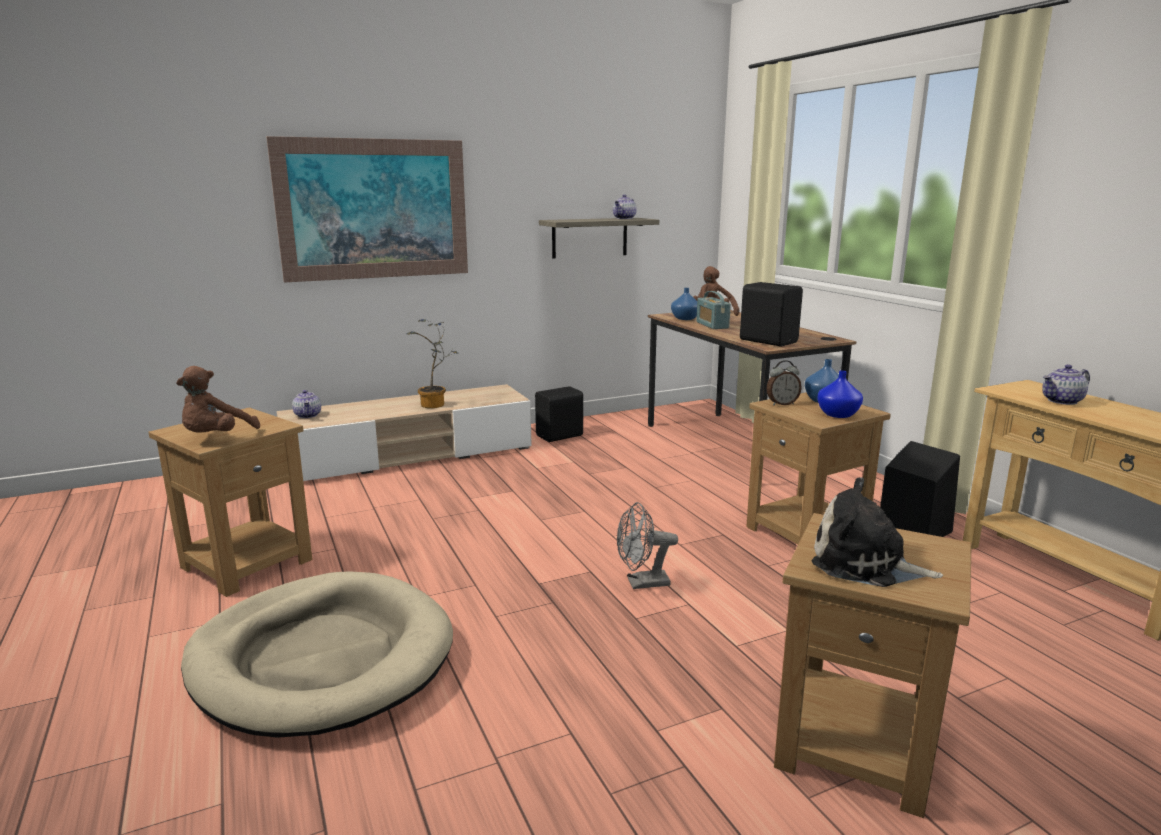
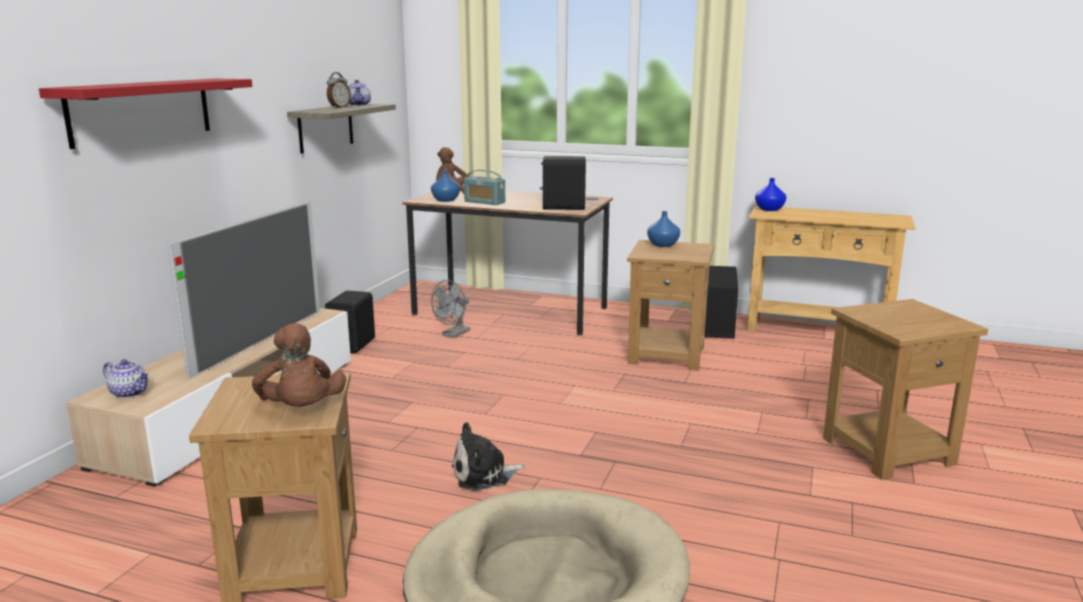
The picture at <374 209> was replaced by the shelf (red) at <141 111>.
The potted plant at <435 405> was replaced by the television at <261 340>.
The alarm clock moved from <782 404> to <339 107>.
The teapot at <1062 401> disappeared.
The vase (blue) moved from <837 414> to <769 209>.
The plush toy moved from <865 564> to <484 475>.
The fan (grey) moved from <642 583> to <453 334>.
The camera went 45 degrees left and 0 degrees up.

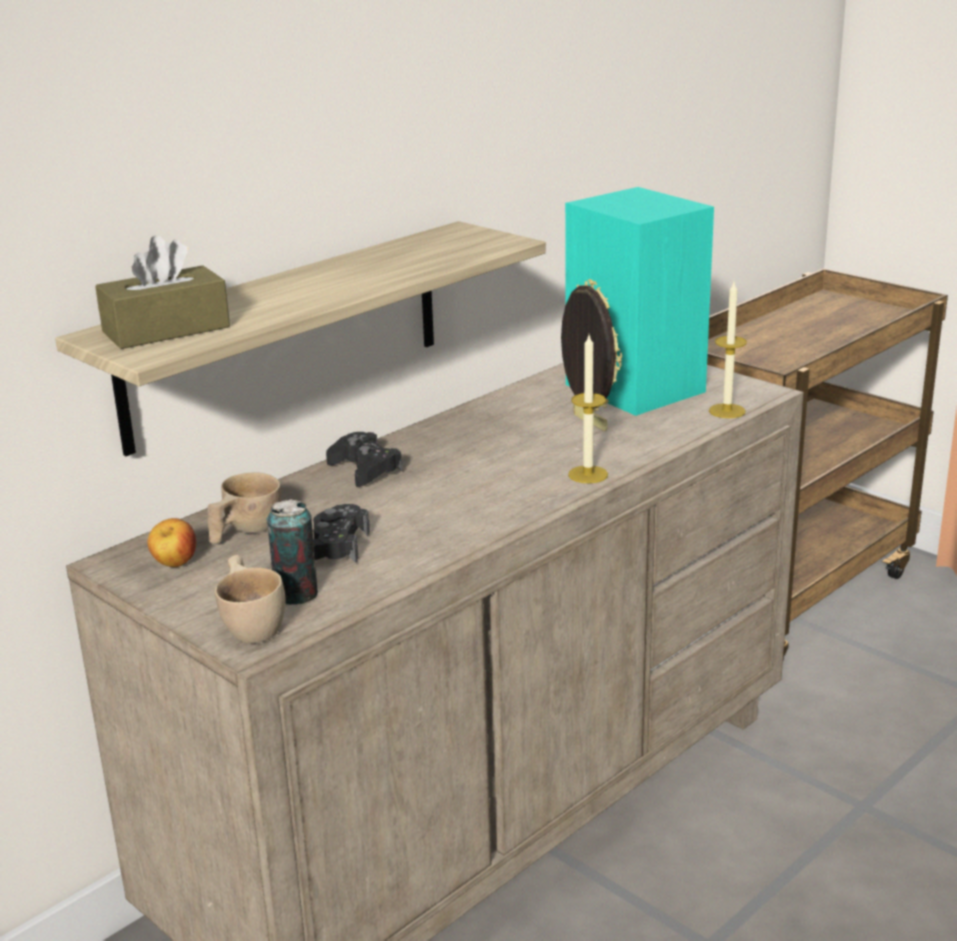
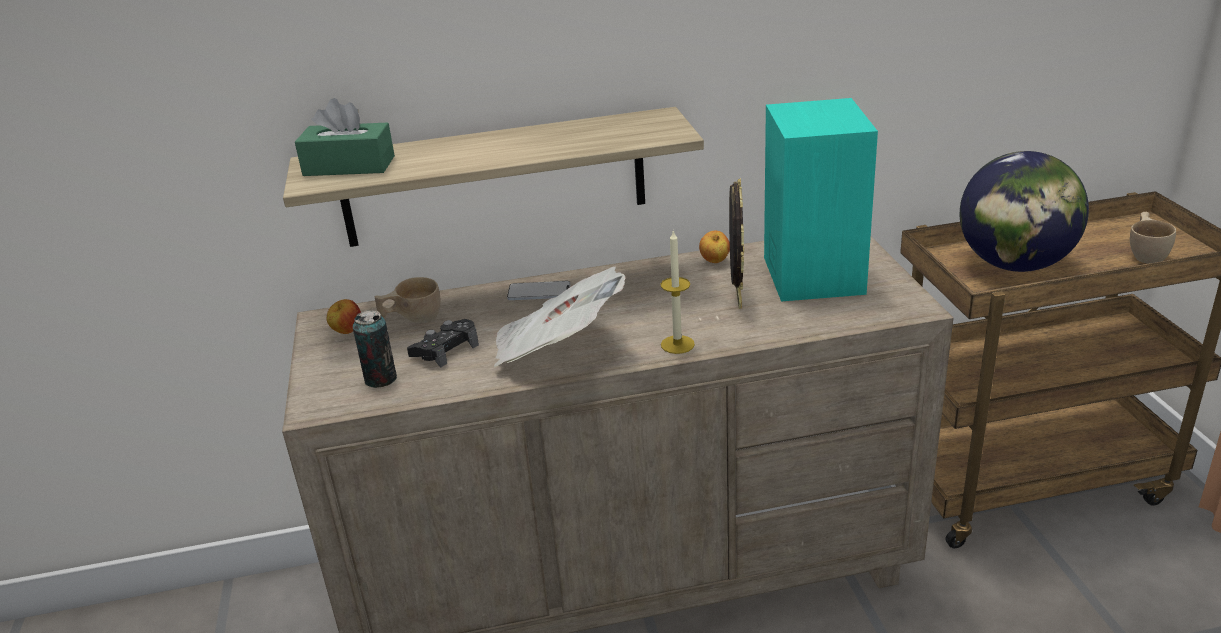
The tissue box (brown) at <166 329> became the tissue box (green) at <349 166>.
The candle at <727 411> disappeared.
The game controller (black) at <365 469> was replaced by the phone at <539 292>.
The cup (beige) moved from <253 623> to <1147 253>.
The globe at <1014 265> appeared.
The apple at <714 262> appeared.
The newspaper at <557 349> appeared.
The camera went 35 degrees right and 5 degrees up.

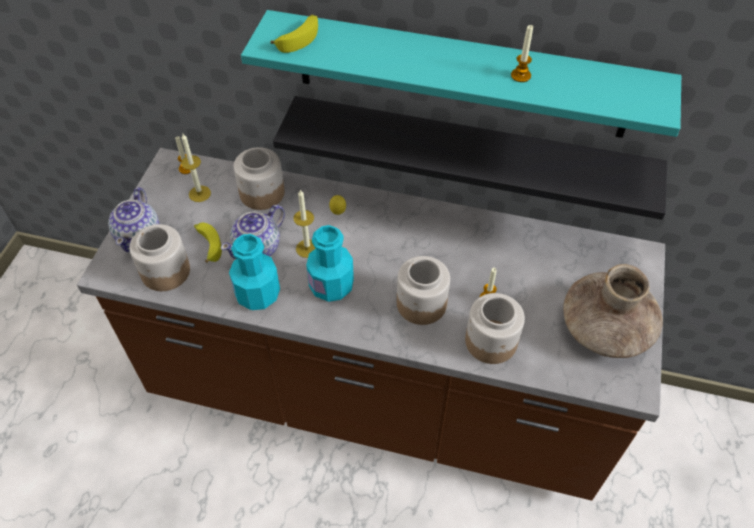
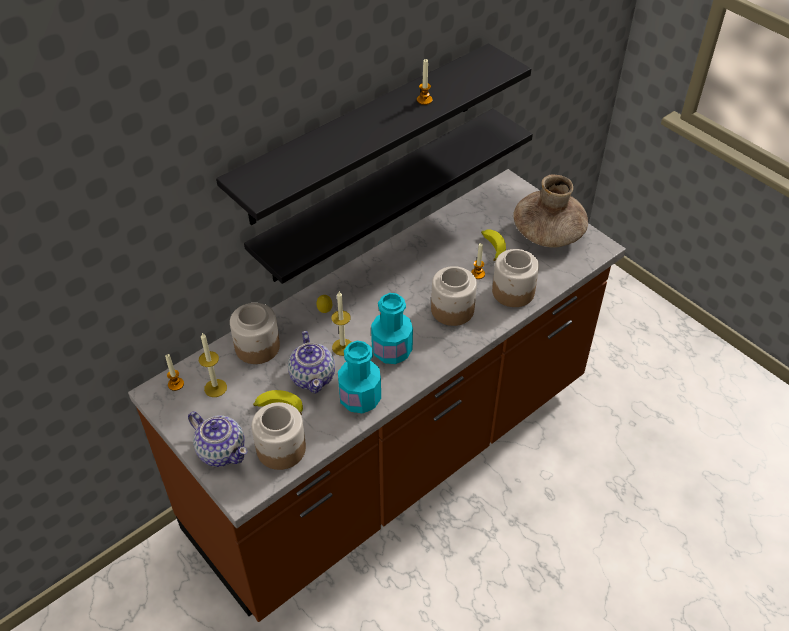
The shelf (turquoise) at <461 75> became the shelf (black) at <364 134>.
The banana moved from <299 38> to <492 248>.
The camera went 55 degrees left and 5 degrees down.

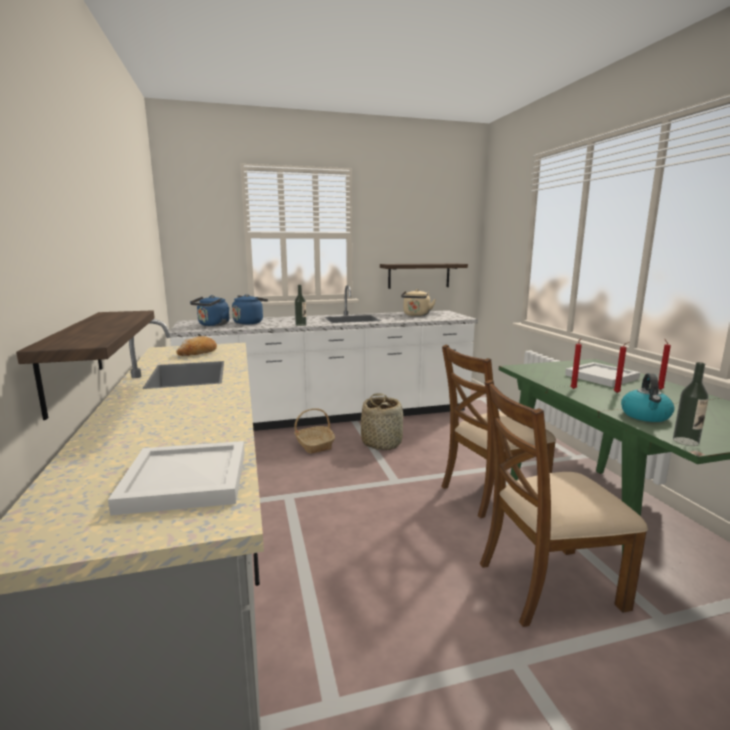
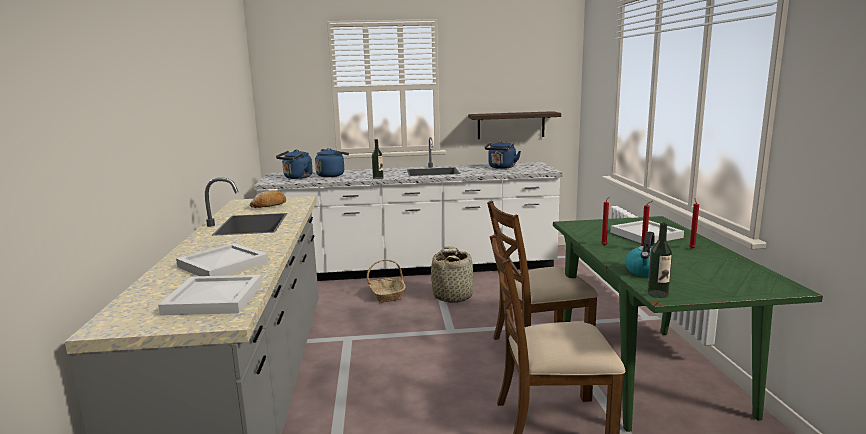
The kettle (beige) at <416 315> became the kettle (blue) at <501 167>.
The shelf at <71 359> disappeared.
The tray (white) at <221 264> appeared.
The camera went 10 degrees right and 0 degrees up.

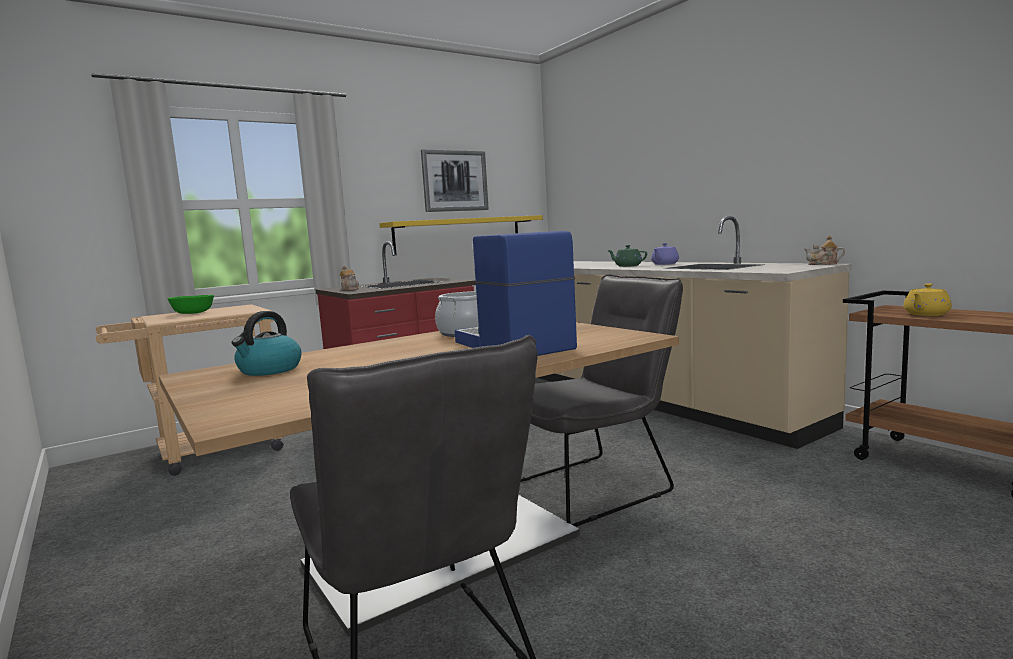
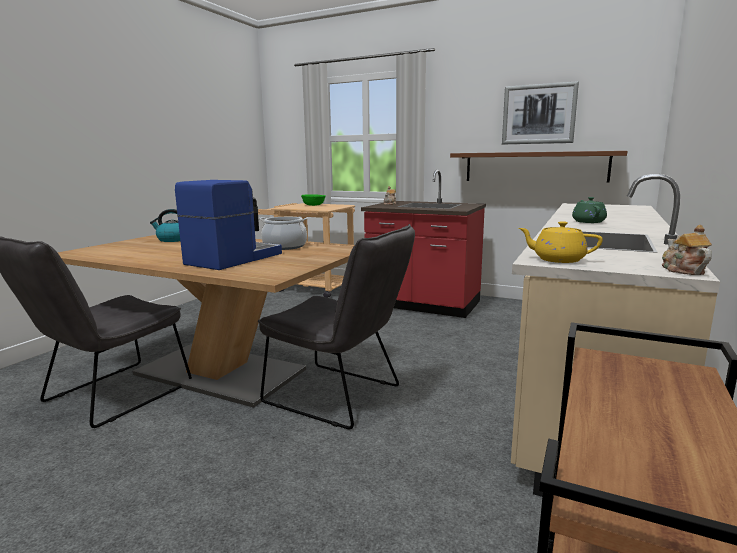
The shelf (yellow) at <458 235> became the shelf (brown) at <534 167>.
The teapot (purple) at <664 264> disappeared.
The teapot (yellow) moved from <926 314> to <557 259>.
The camera went 60 degrees right and 5 degrees up.

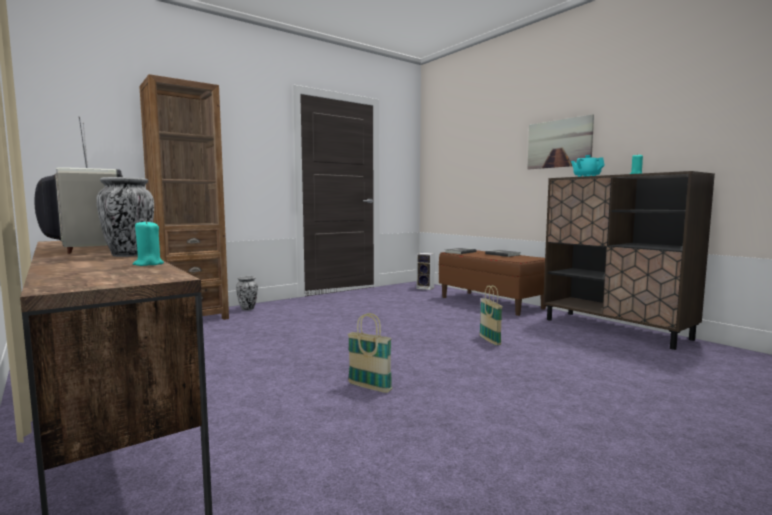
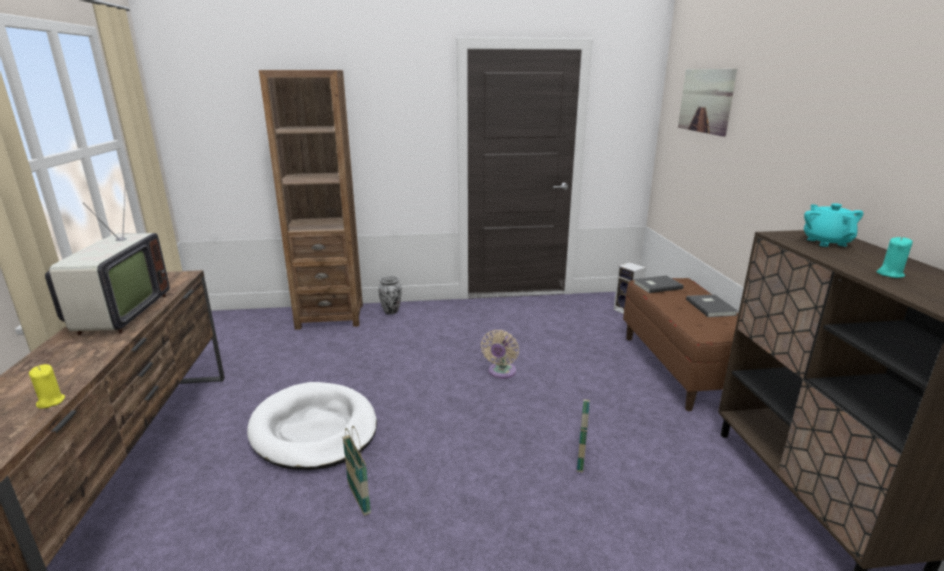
The picture moved from <559 143> to <706 100>.
The vase at <129 255> disappeared.
The candle (turquoise) at <148 264> became the candle (yellow) at <50 401>.
The fan (beige) at <501 372> appeared.
The dog bed (white) at <314 430> appeared.
The camera went 30 degrees right and 15 degrees up.

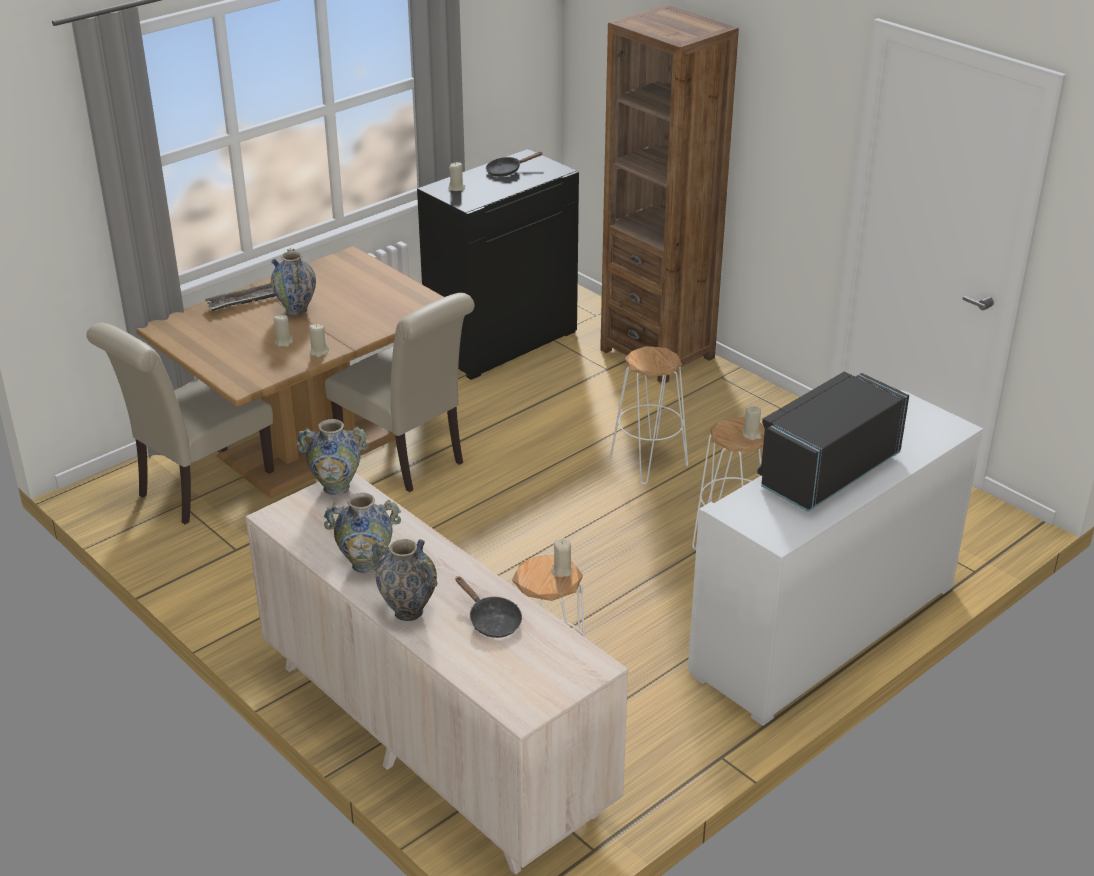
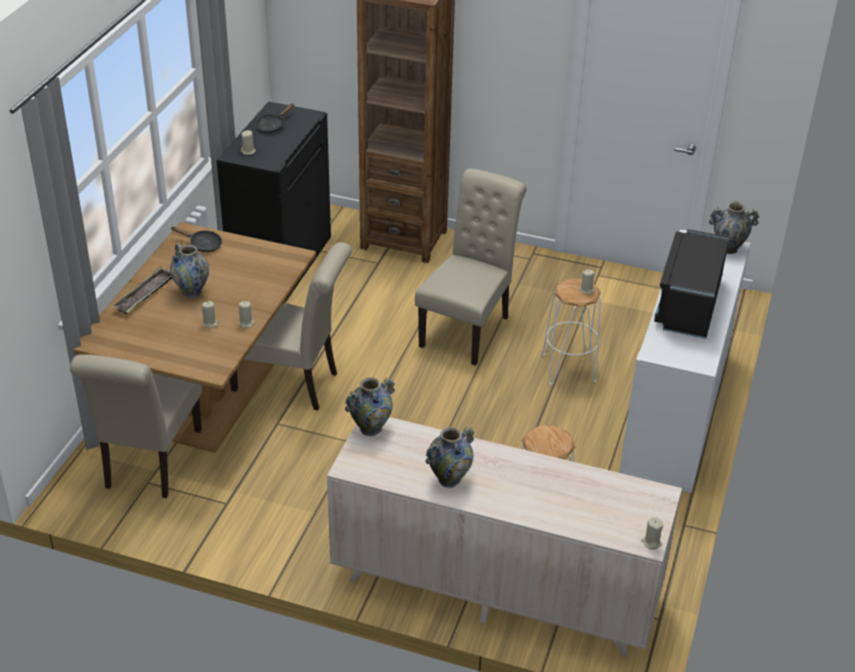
The stool (white) at <649 462> was replaced by the chair (beige) at <468 328>.
The candle (beige) moved from <561 570> to <651 542>.
The vase moved from <408 611> to <728 248>.
The frying pan (black) moved from <491 620> to <202 245>.
The camera went 30 degrees left and 5 degrees up.

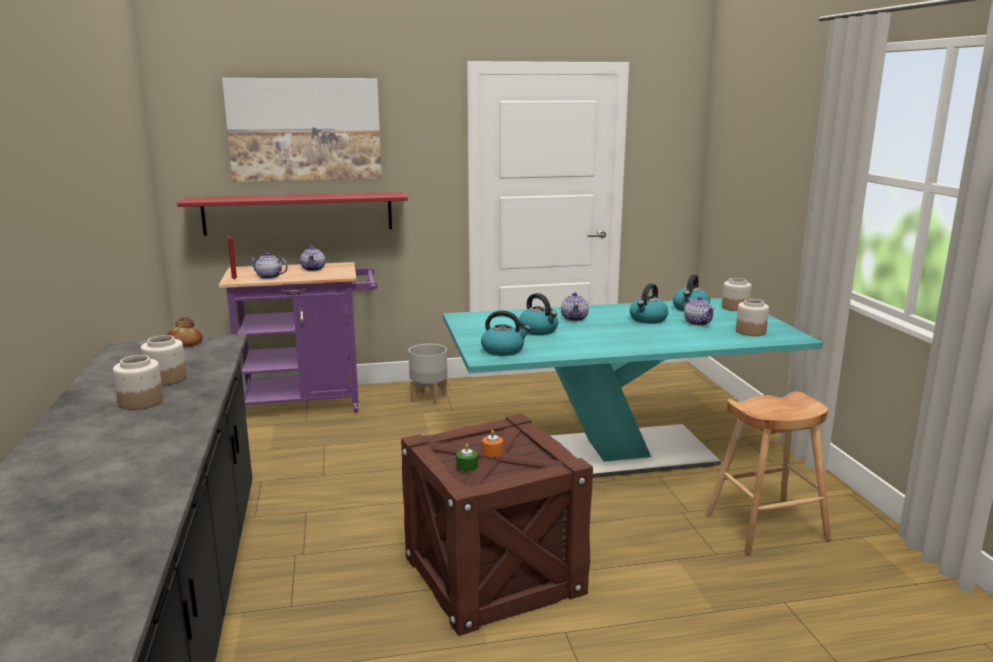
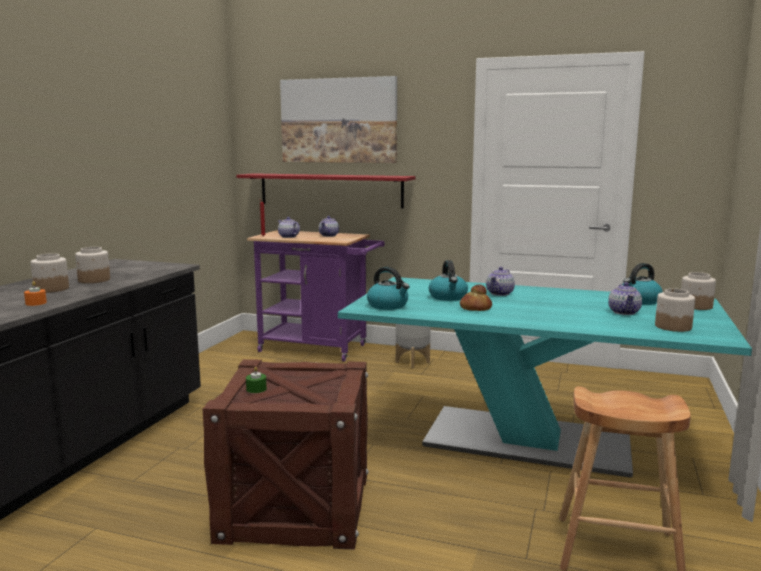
The kettle at <648 319> disappeared.
The bread moved from <183 344> to <475 308>.
The candle (orange) moved from <492 452> to <36 303>.
The camera went 30 degrees right and 5 degrees down.

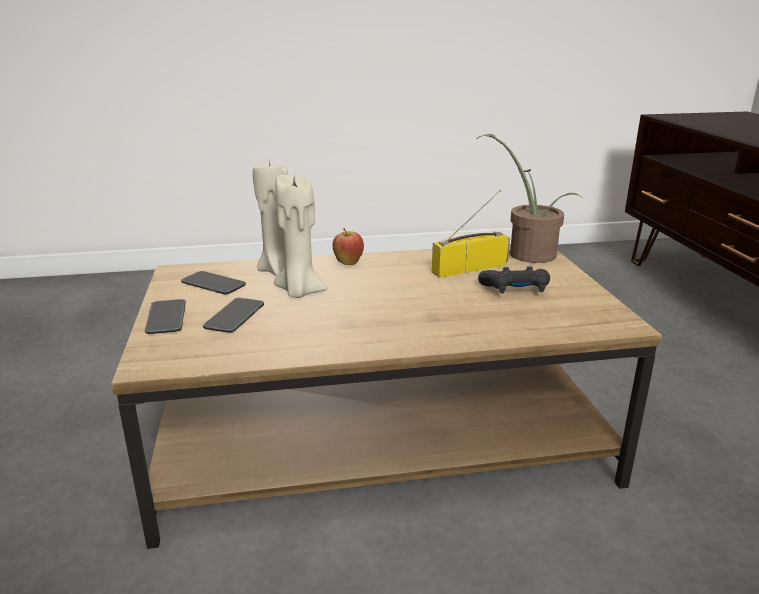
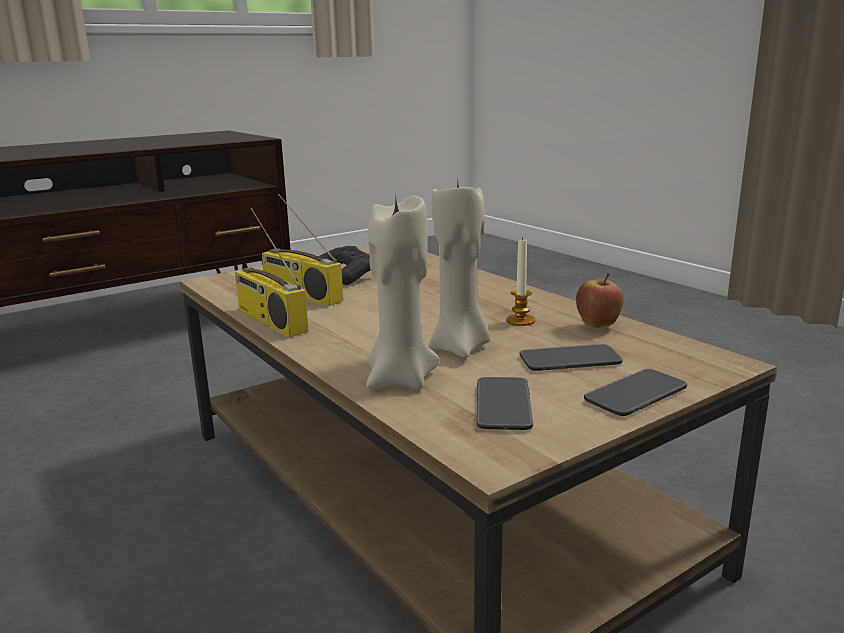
The potted plant at <526 252> disappeared.
The apple moved from <348 264> to <598 326>.
The radio at <269 320> appeared.
The candle at <520 321> appeared.
The camera went 115 degrees left and 5 degrees down.

